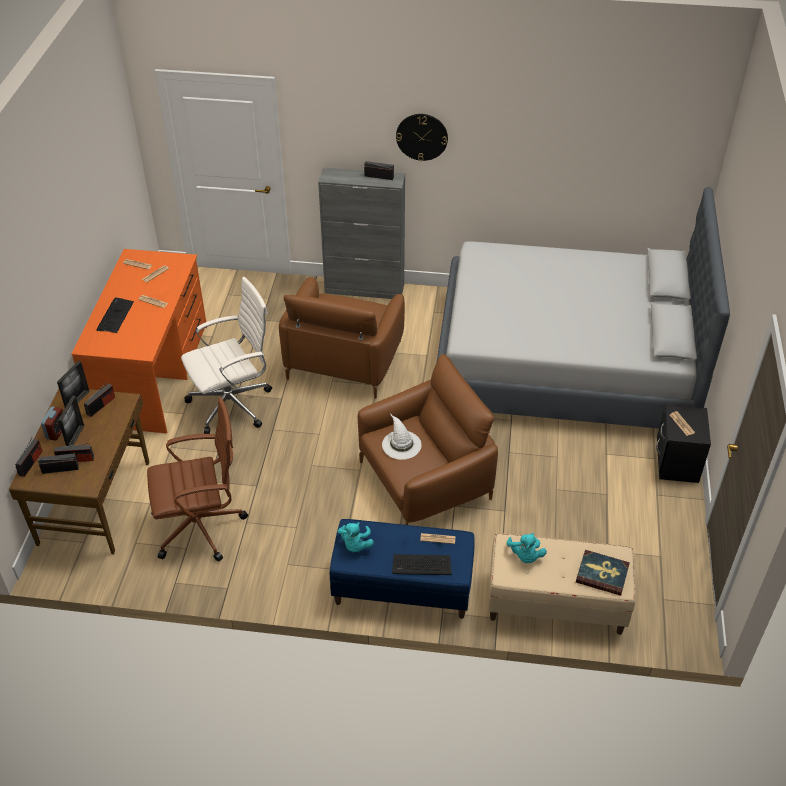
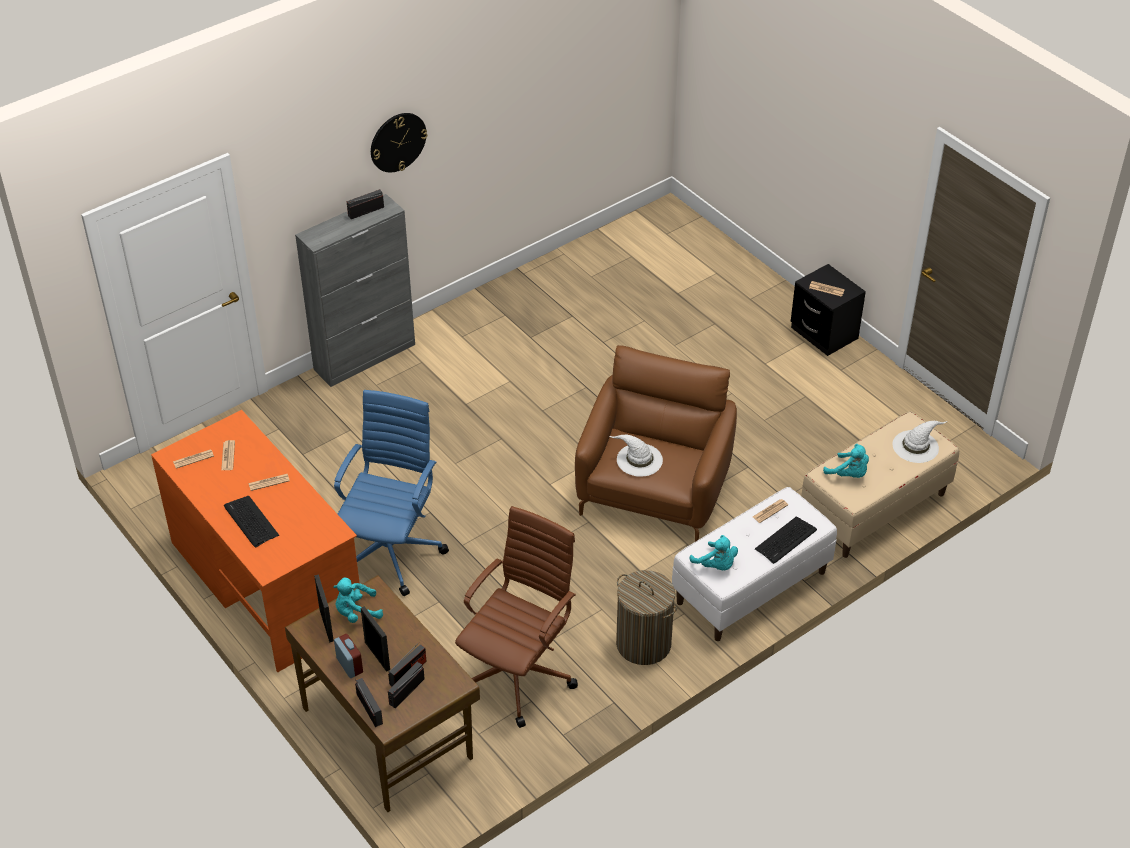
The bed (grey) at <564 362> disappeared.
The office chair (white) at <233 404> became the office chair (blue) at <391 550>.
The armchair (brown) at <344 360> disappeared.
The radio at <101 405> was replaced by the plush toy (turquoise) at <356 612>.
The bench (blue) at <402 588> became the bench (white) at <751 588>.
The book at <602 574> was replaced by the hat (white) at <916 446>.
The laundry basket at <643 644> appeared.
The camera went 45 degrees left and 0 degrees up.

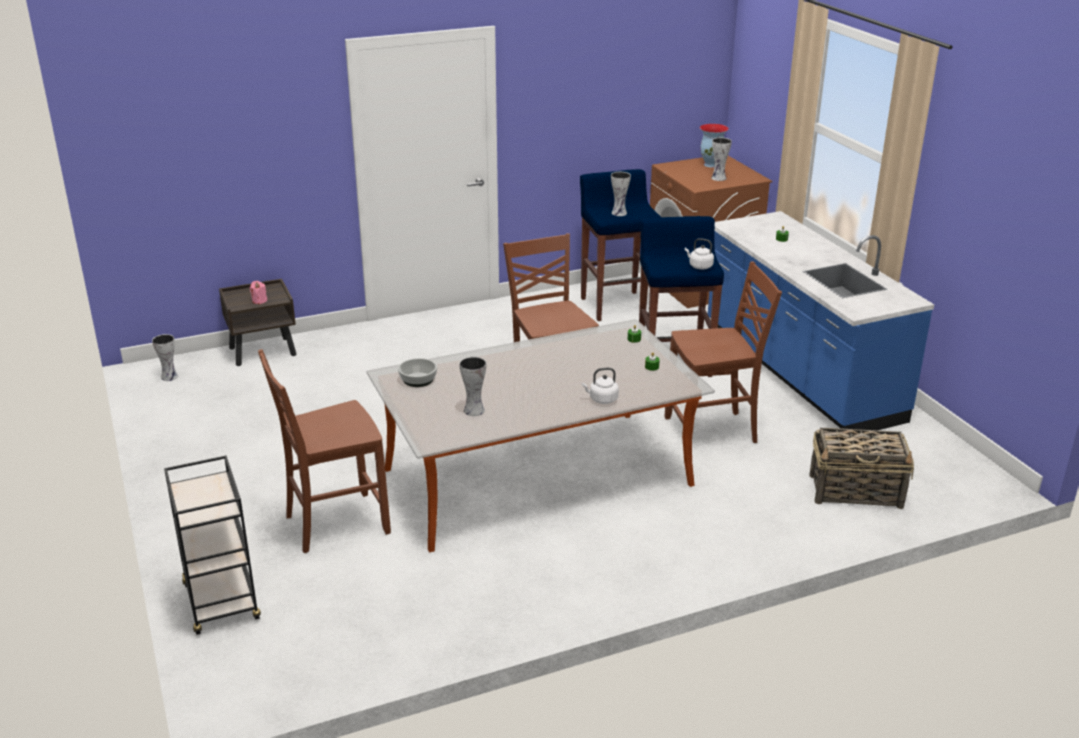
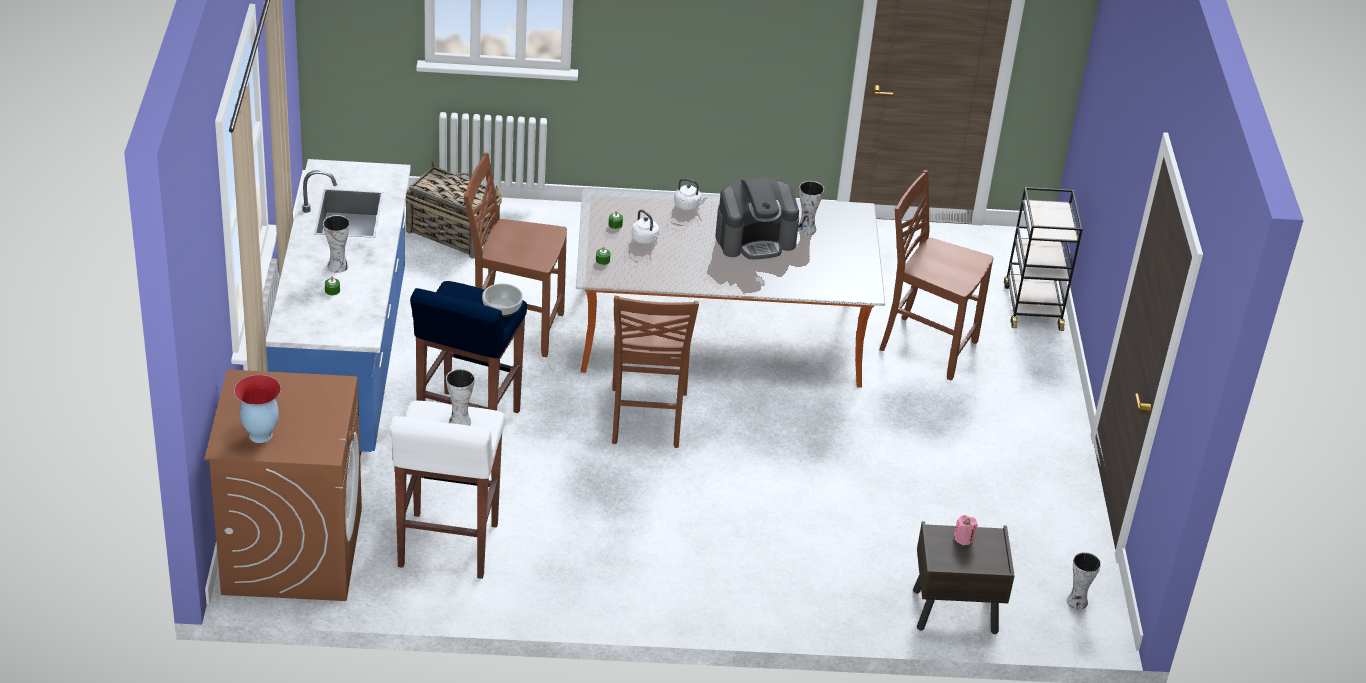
The vase moved from <719 178> to <337 265>.
The stool (blue) at <616 305> became the stool (white) at <447 547>.
The kettle (white) moved from <699 266> to <645 240>.
The chair (brown) at <334 523> turned 150 degrees counterclockwise.
The bowl moved from <418 380> to <502 307>.
The coffee machine at <755 240> appeared.
The camera went 160 degrees left and 10 degrees up.

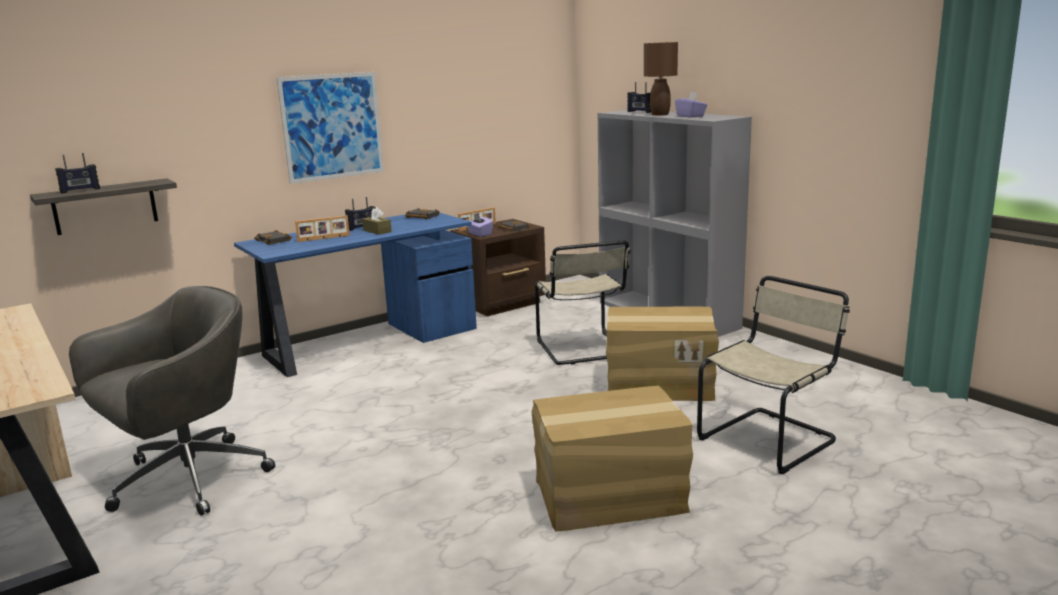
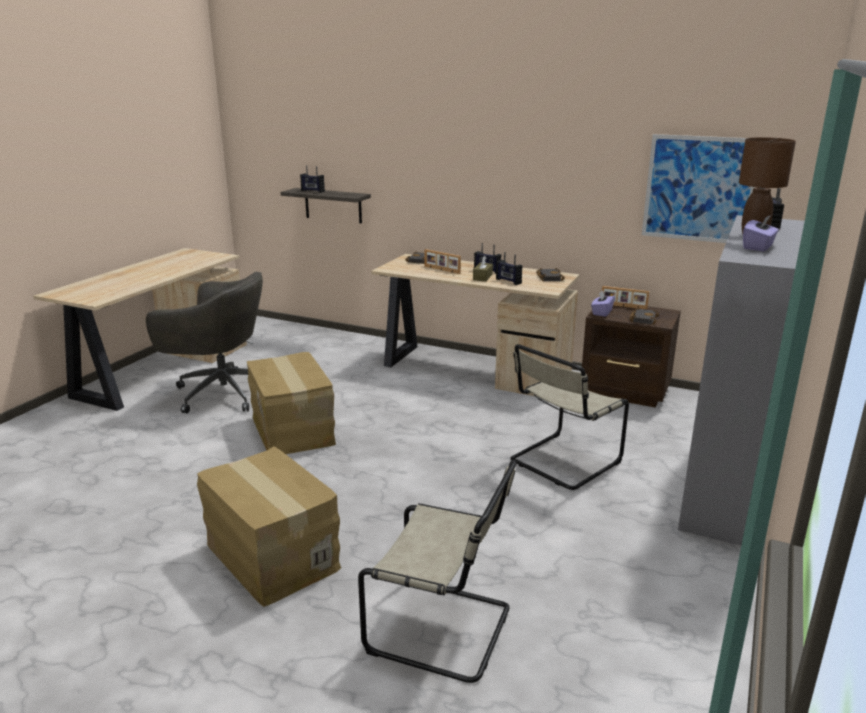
The picture moved from <332 126> to <699 189>.
The desk (blue) at <367 342> became the desk (beige) at <472 368>.
The cardboard box moved from <660 384> to <294 430>.
The radio at <508 281> appeared.
The camera went 60 degrees right and 5 degrees up.

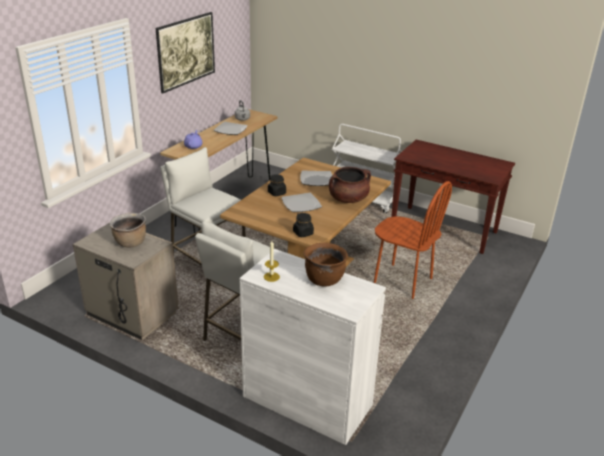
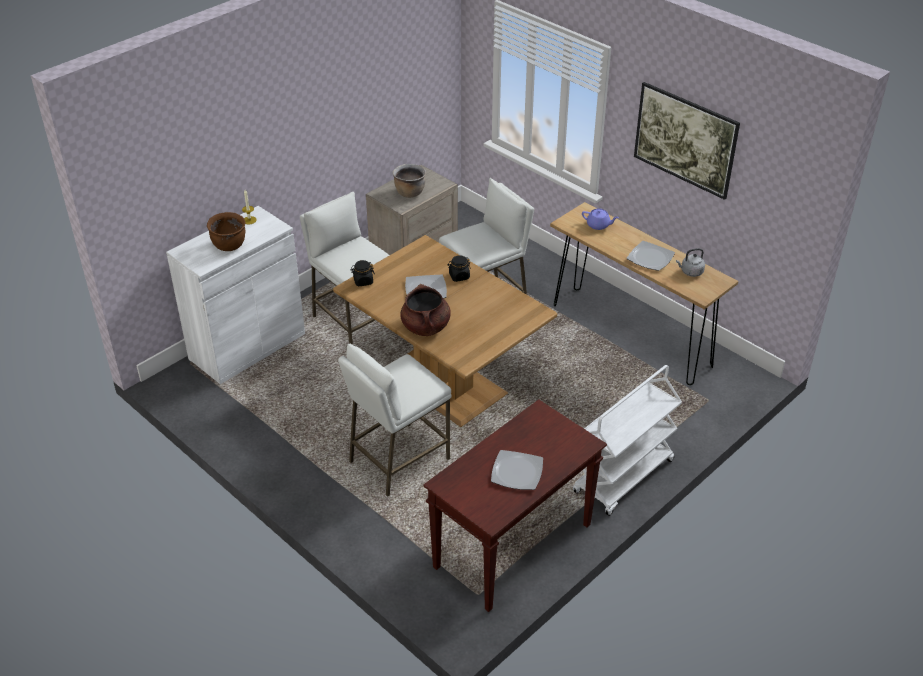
The plate moved from <316 180> to <516 471>.
The chair (brown) at <402 281> was replaced by the stool (white) at <398 460>.
The camera went 105 degrees right and 10 degrees up.

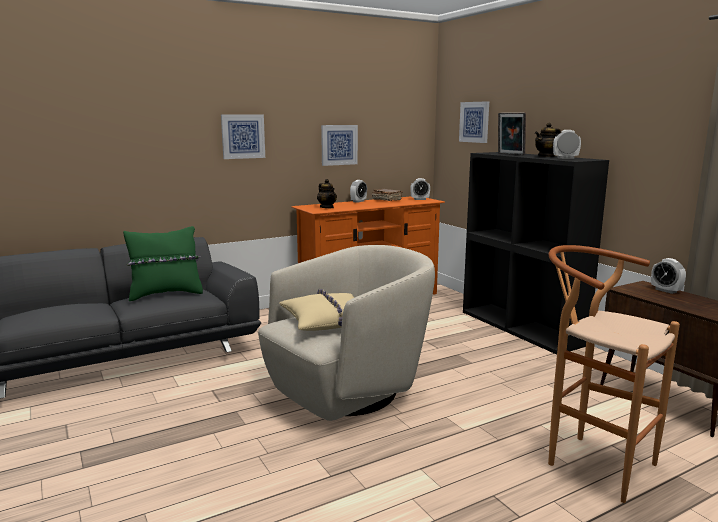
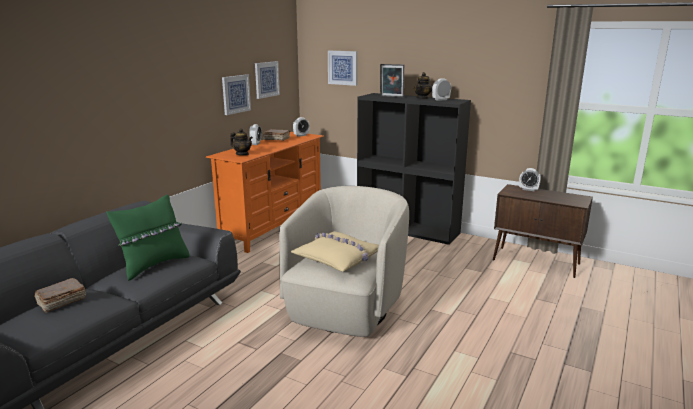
The picture moved from <243 136> to <266 79>.
The stool (brown) at <591 461> disappeared.
The book (brown) at <61 302> appeared.
The camera went 30 degrees left and 5 degrees up.

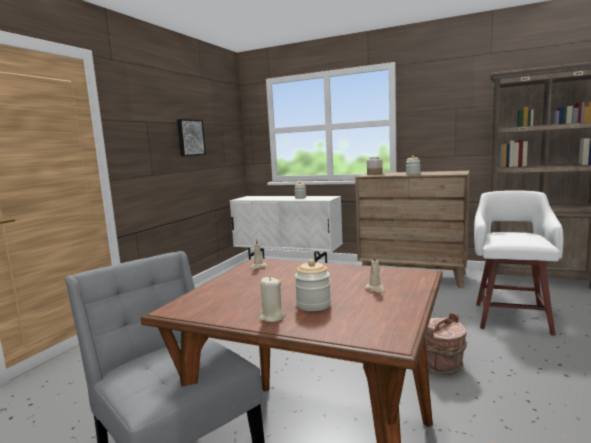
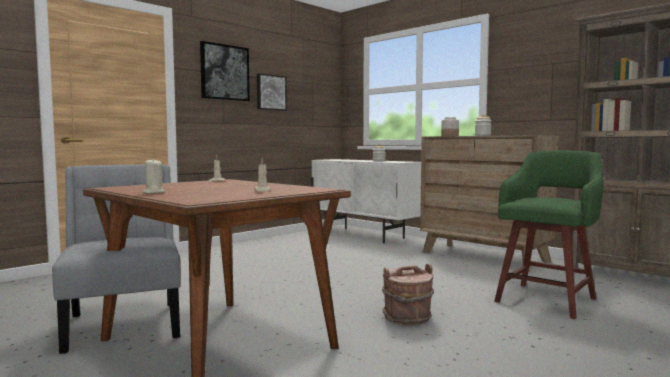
The stool (white) at <512 317> became the stool (green) at <547 299>.
The jar at <313 305> disappeared.
The picture at <224 72> appeared.
The camera went 20 degrees right and 5 degrees down.

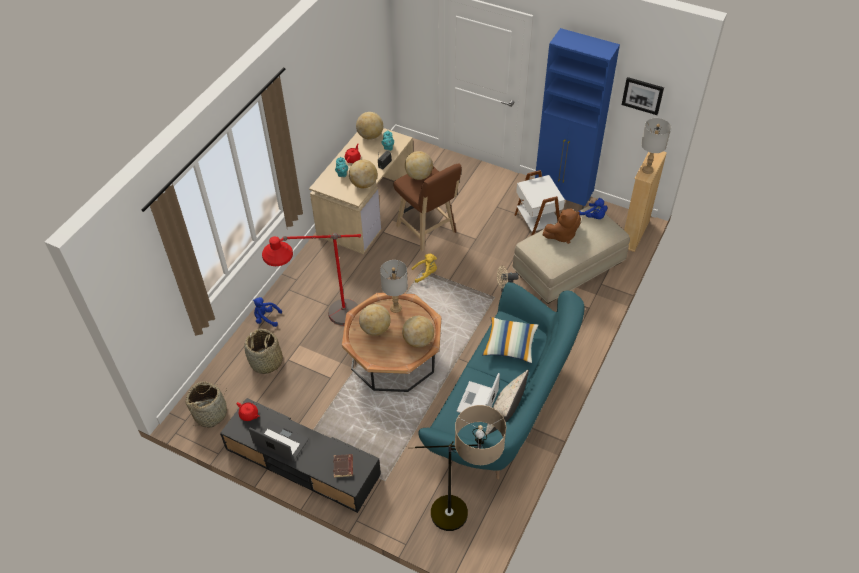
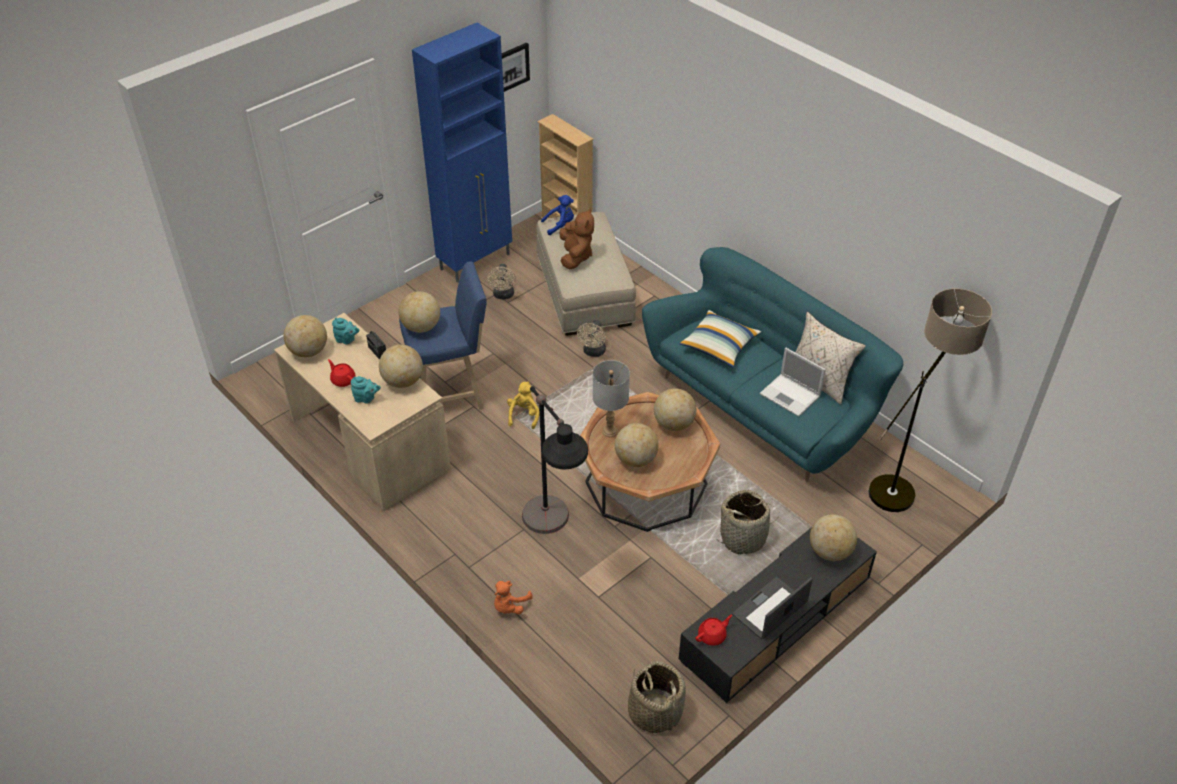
The table lamp (grey) at <647 169> disappeared.
The stool (brown) at <428 231> became the stool (blue) at <451 393>.
The side table (white) at <536 224> was replaced by the fan (beige) at <503 295>.
The floor lamp (red) at <324 323> became the floor lamp (black) at <554 540>.
The plush toy (blue) at <266 318> became the plush toy (orange) at <509 606>.
The basket moved from <266 362> to <743 537>.
The book (brown) at <343 467> was replaced by the globe at <830 552>.
The camera went 70 degrees left and 5 degrees down.

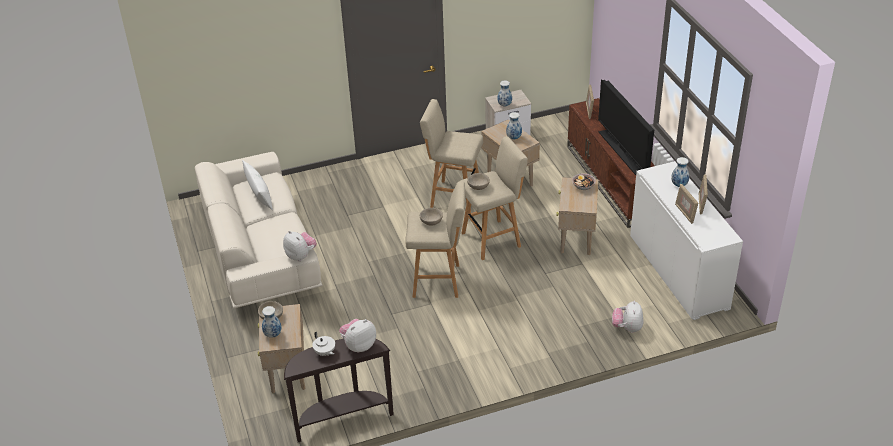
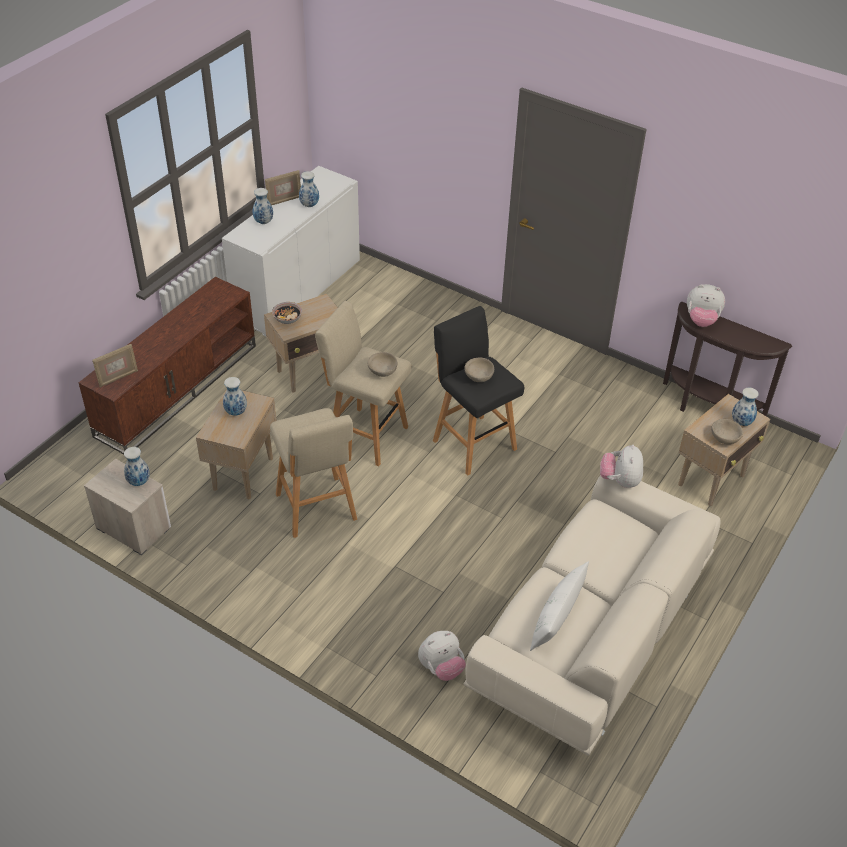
The television at <623 152> disappeared.
The stool (beige) at <438 281> became the stool (black) at <472 443>.
The picture frame at <685 214> was replaced by the vase at <309 205>.
The plush toy moved from <627 328> to <441 668>.
The teapot (white) at <325 352> disappeared.
The camera went 130 degrees left and 5 degrees up.

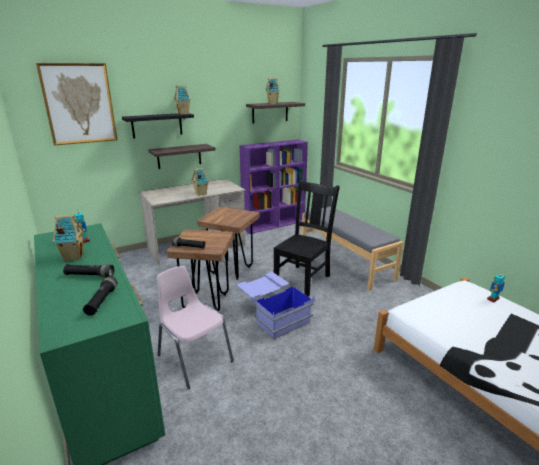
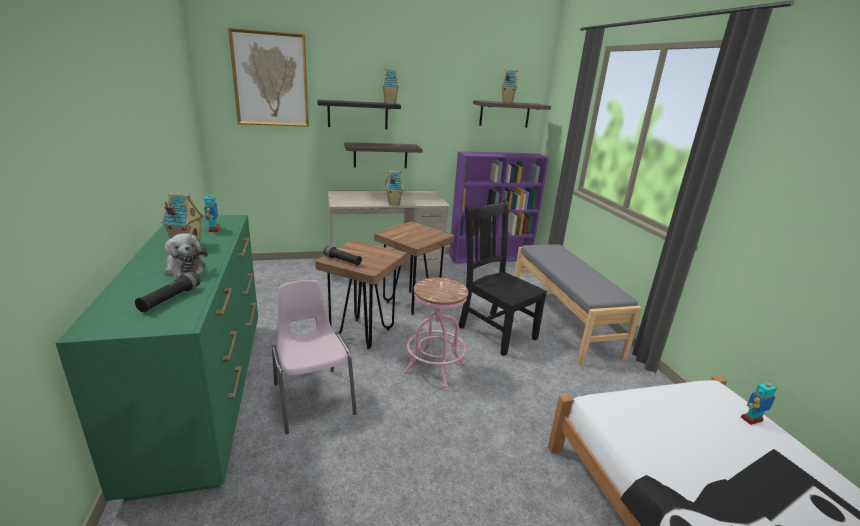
The chair (black) at <303 279> turned 90 degrees counterclockwise.
The flashlight (black) at <90 275> was replaced by the plush toy at <185 268>.
The storage box (blue) at <273 315> was replaced by the stool (pink) at <434 368>.
The camera went 15 degrees right and 0 degrees up.

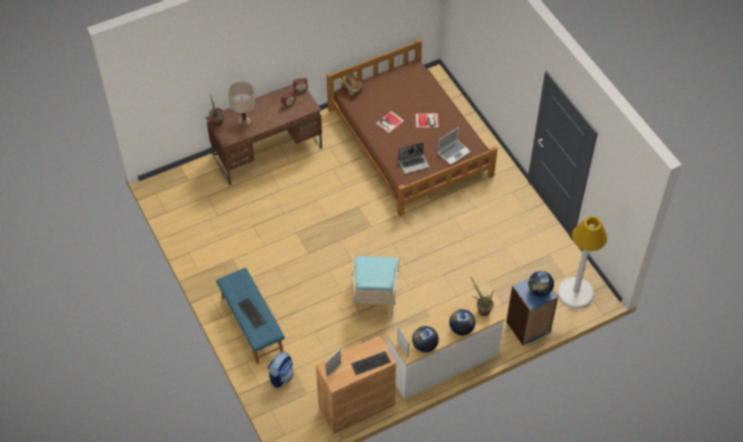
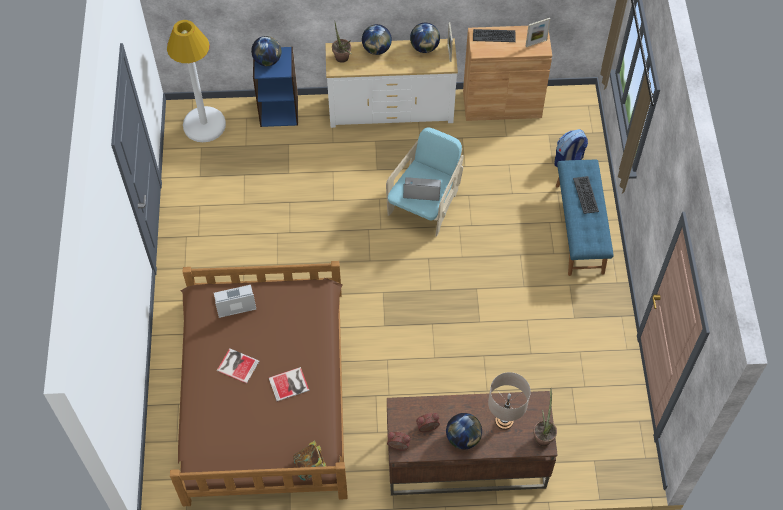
The laptop moved from <413 163> to <421 190>.
The globe at <463 438> appeared.
The camera went 155 degrees left and 5 degrees up.

